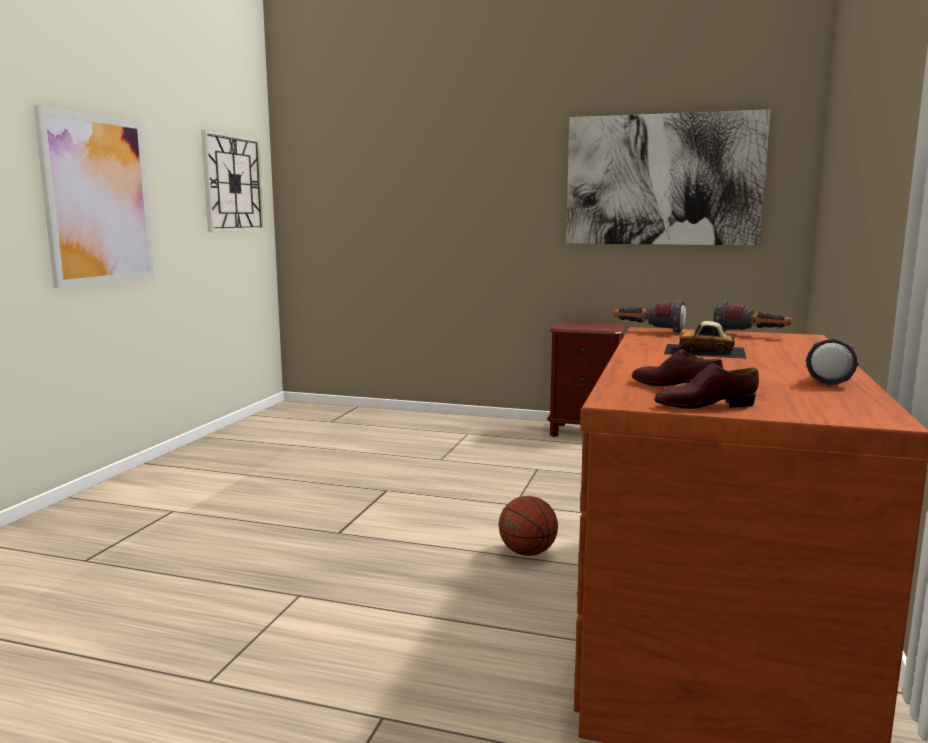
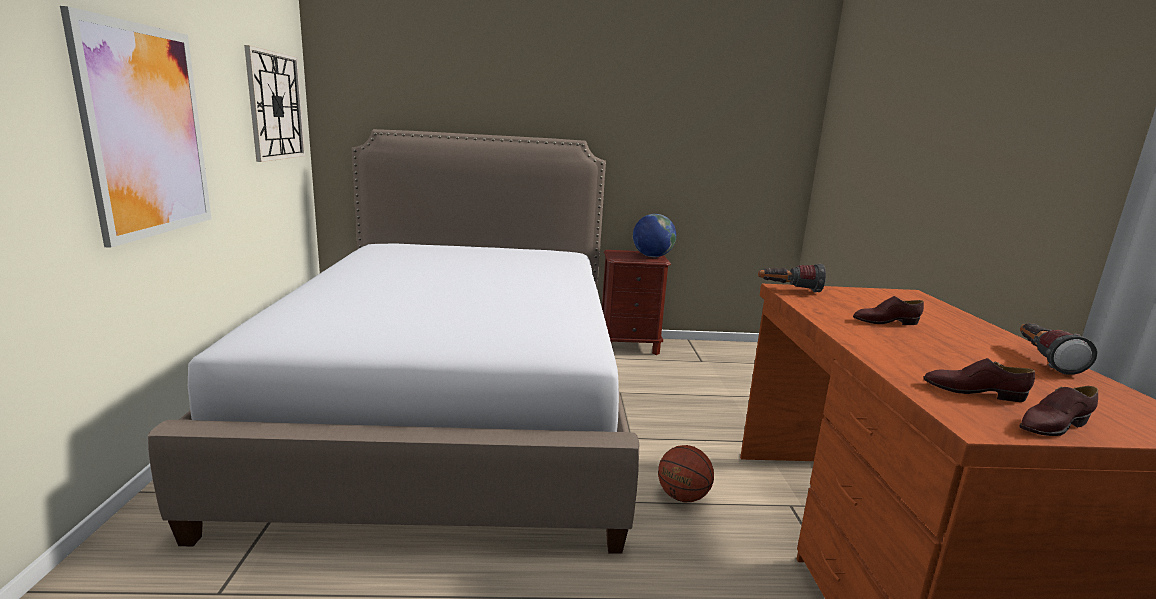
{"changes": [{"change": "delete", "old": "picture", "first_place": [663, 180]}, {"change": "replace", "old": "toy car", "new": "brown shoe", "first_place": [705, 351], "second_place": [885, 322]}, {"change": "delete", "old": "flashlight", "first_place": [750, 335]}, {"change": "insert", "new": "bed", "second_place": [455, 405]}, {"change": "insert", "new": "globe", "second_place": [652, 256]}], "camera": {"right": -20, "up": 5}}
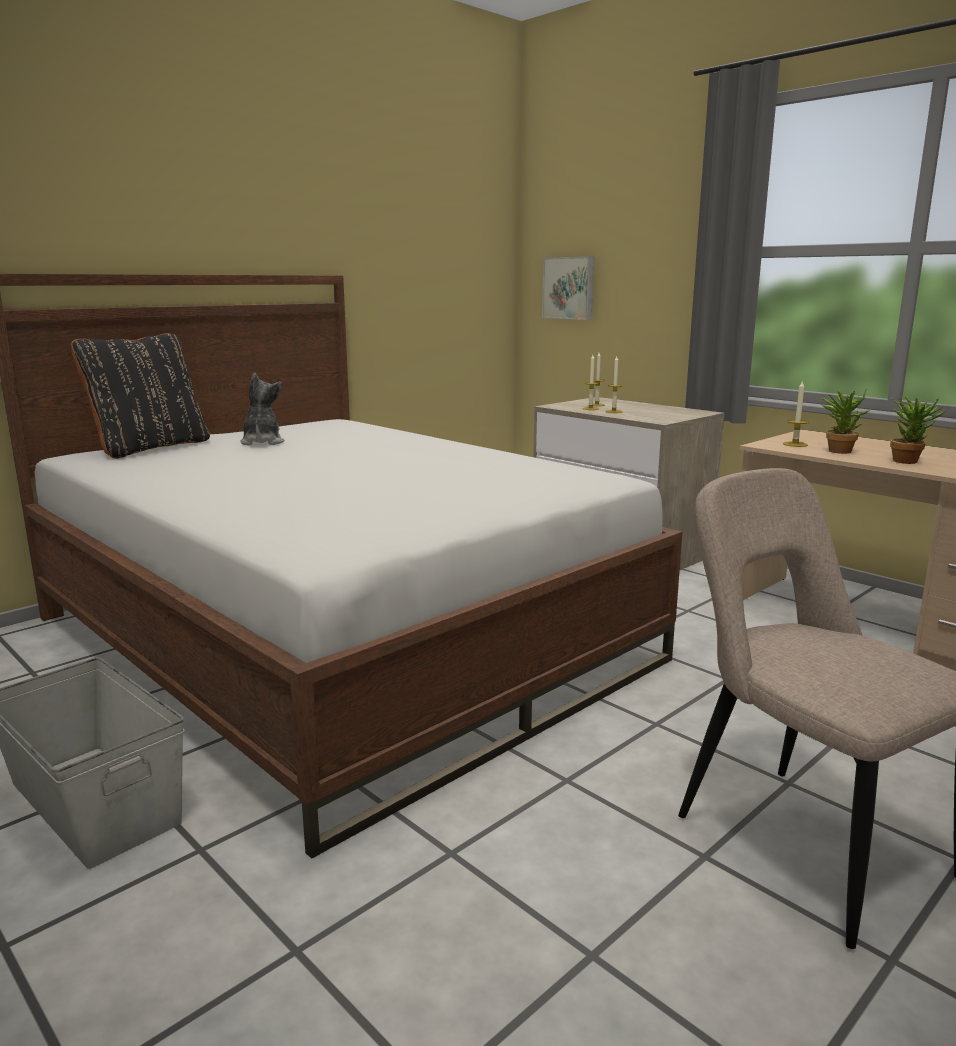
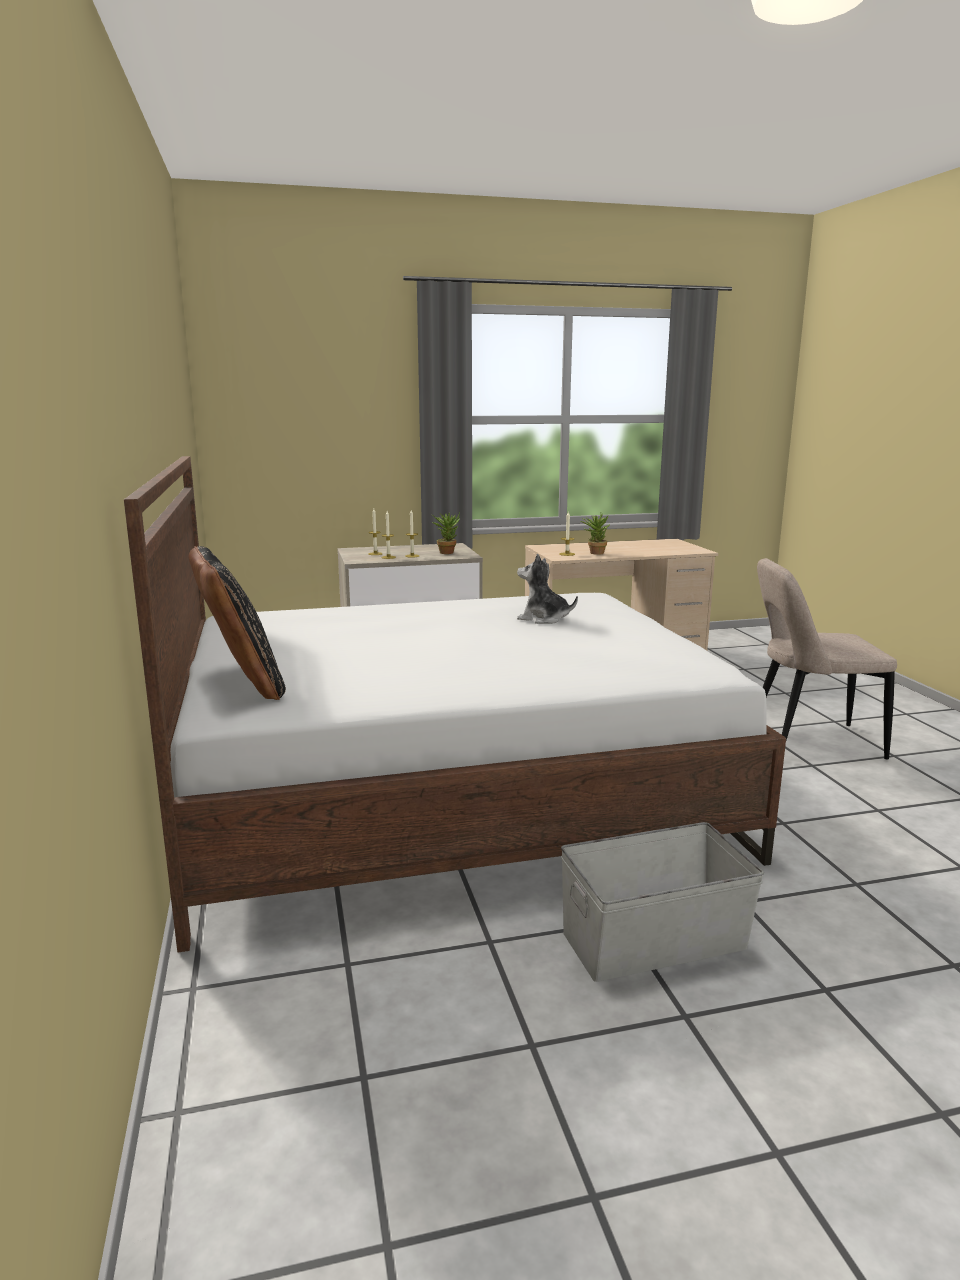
{"changes": [{"change": "move", "old": "plush toy", "first_place": [262, 442], "second_place": [543, 619]}, {"change": "delete", "old": "picture", "first_place": [569, 288]}, {"change": "move", "old": "potted plant", "first_place": [909, 461], "second_place": [447, 552]}], "camera": {"right": -60, "up": 0}}
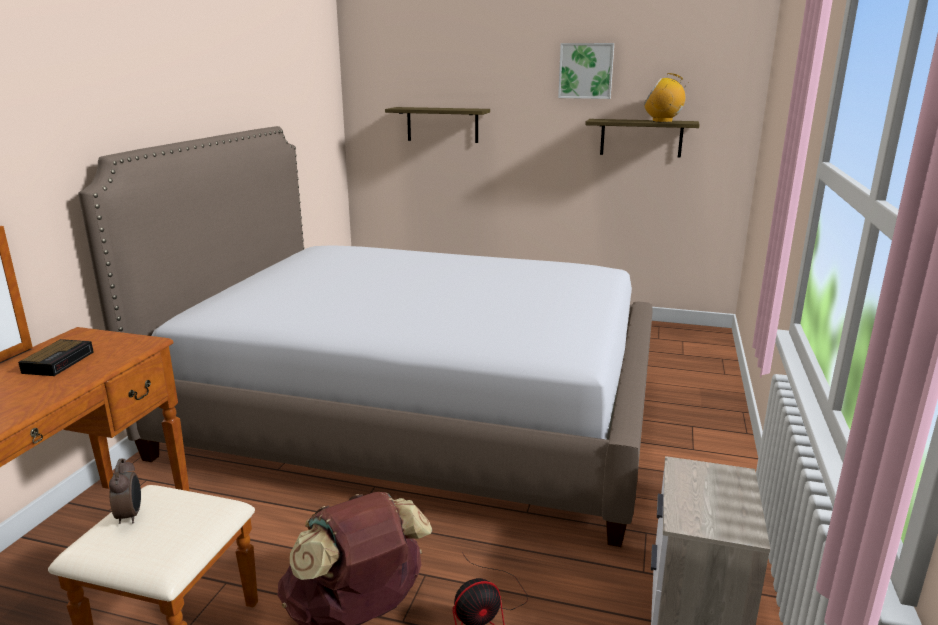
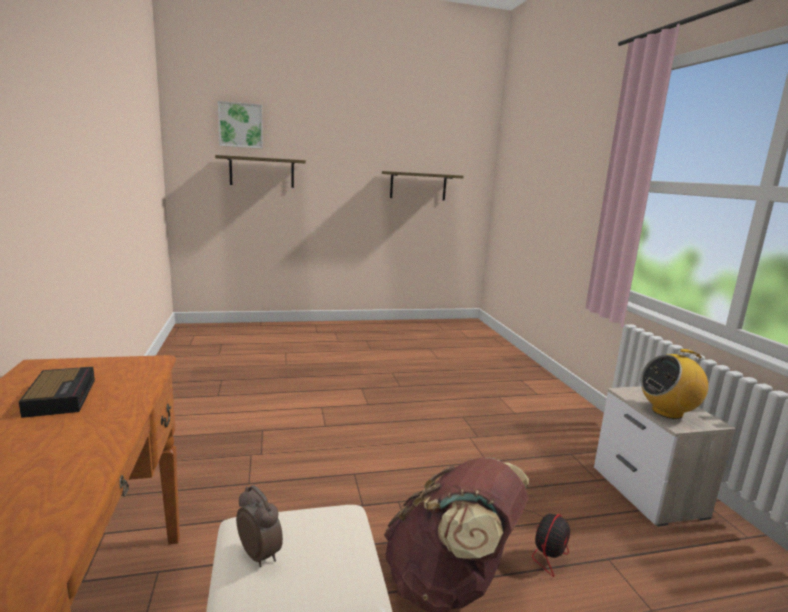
{"changes": [{"change": "delete", "old": "bed", "first_place": [417, 413]}, {"change": "move", "old": "picture", "first_place": [586, 71], "second_place": [241, 125]}, {"change": "move", "old": "radio", "first_place": [662, 121], "second_place": [667, 412]}], "camera": {"right": -30, "up": -5}}
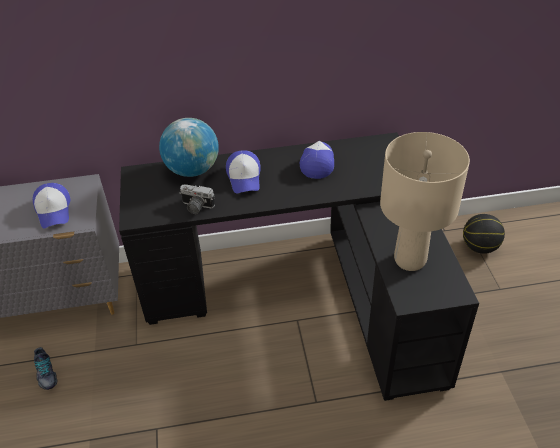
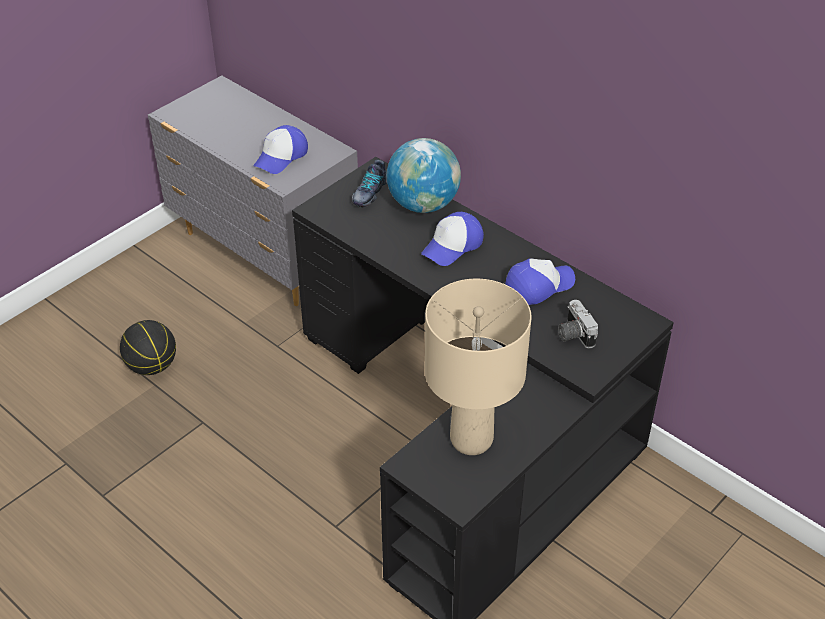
{"changes": [{"change": "move", "old": "shoe", "first_place": [46, 373], "second_place": [369, 192]}, {"change": "move", "old": "photo camera", "first_place": [196, 207], "second_place": [573, 334]}, {"change": "move", "old": "basketball", "first_place": [480, 247], "second_place": [152, 366]}], "camera": {"right": 50, "up": 0}}
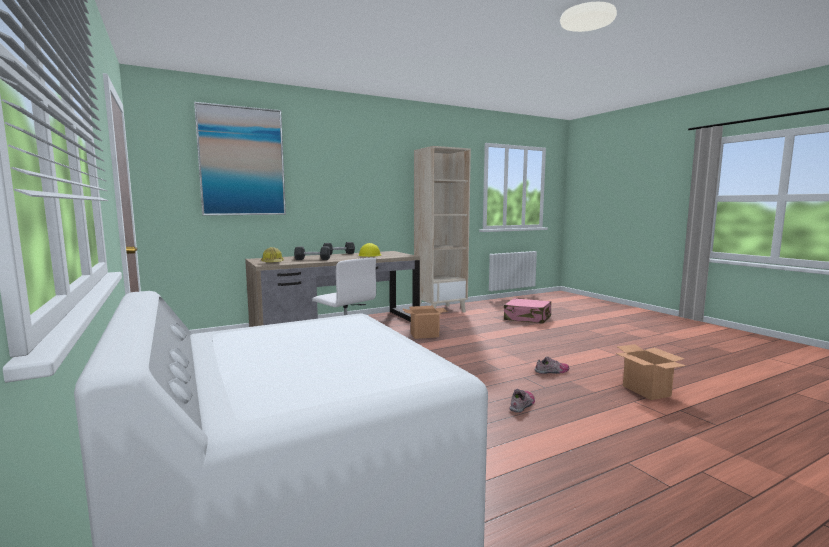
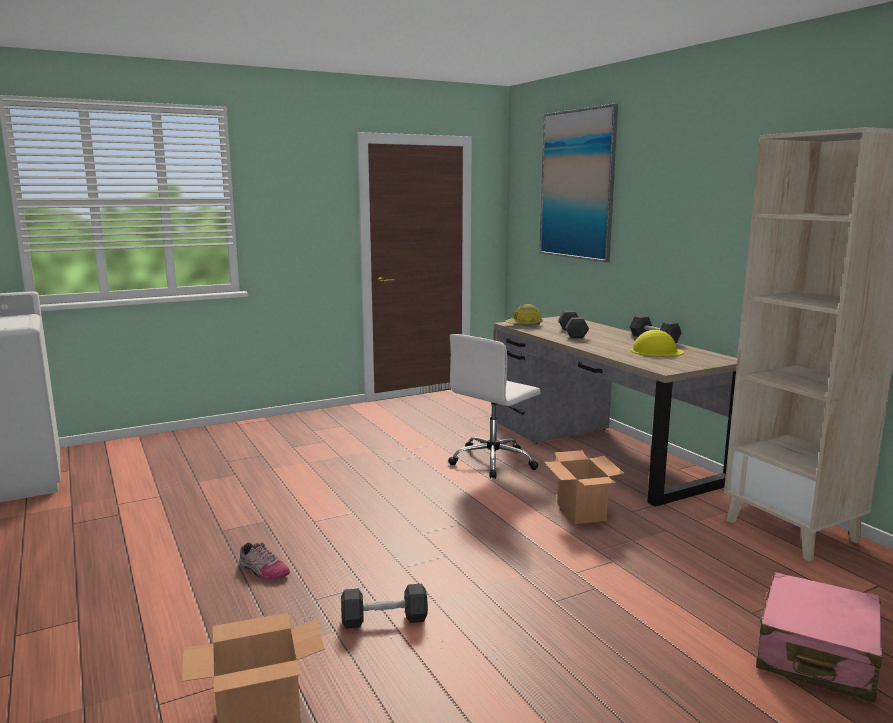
{"changes": [{"change": "replace", "old": "shoe", "new": "black dumbbell", "first_place": [552, 371], "second_place": [384, 619]}], "camera": {"right": 90, "up": 5}}
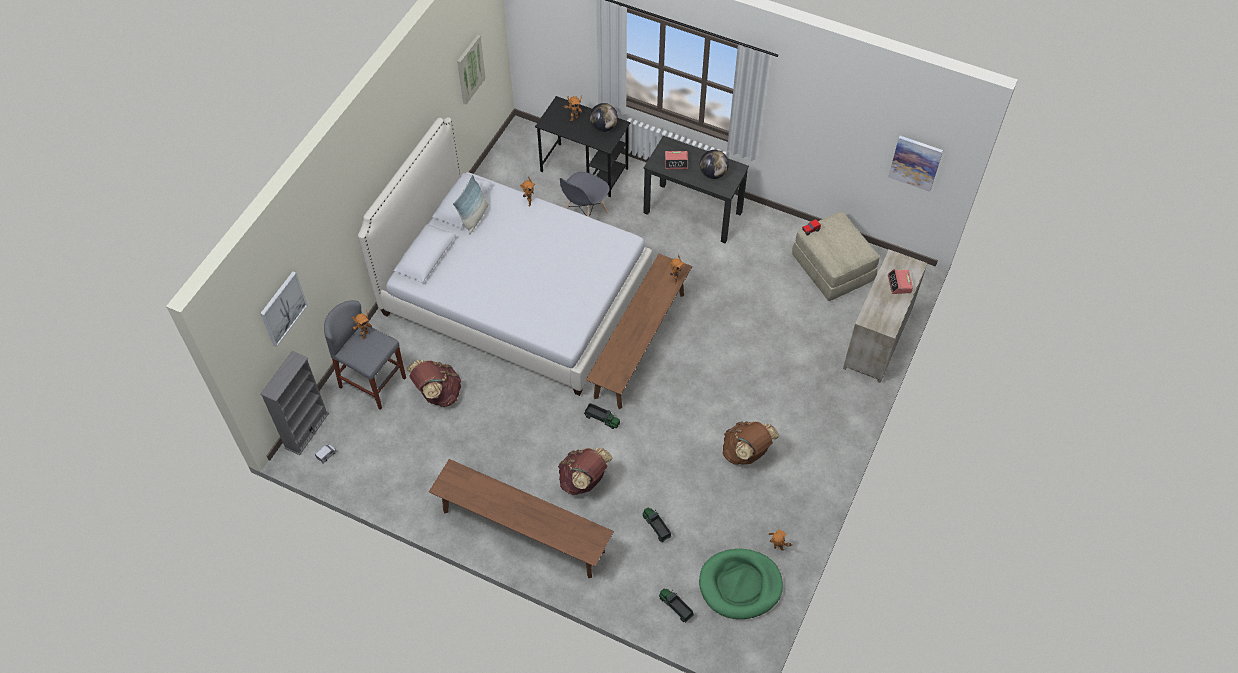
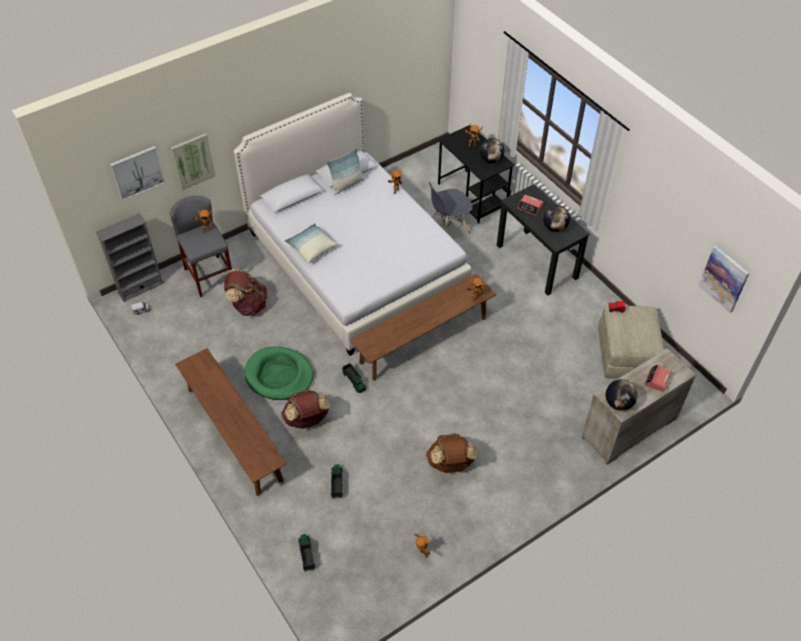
{"changes": [{"change": "move", "old": "picture", "first_place": [470, 69], "second_place": [193, 161]}, {"change": "move", "old": "green dog bed", "first_place": [740, 585], "second_place": [279, 375]}, {"change": "insert", "new": "pillow", "second_place": [311, 248]}, {"change": "insert", "new": "globe", "second_place": [618, 403]}], "camera": {"right": 30, "up": -5}}
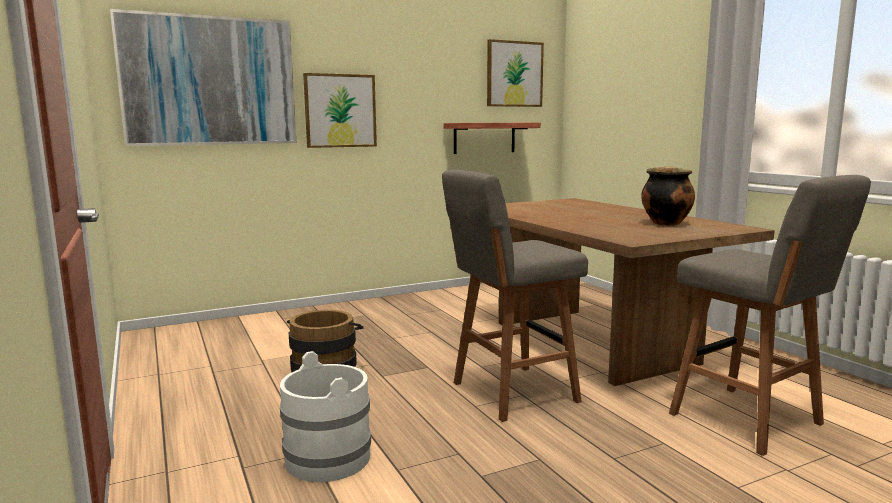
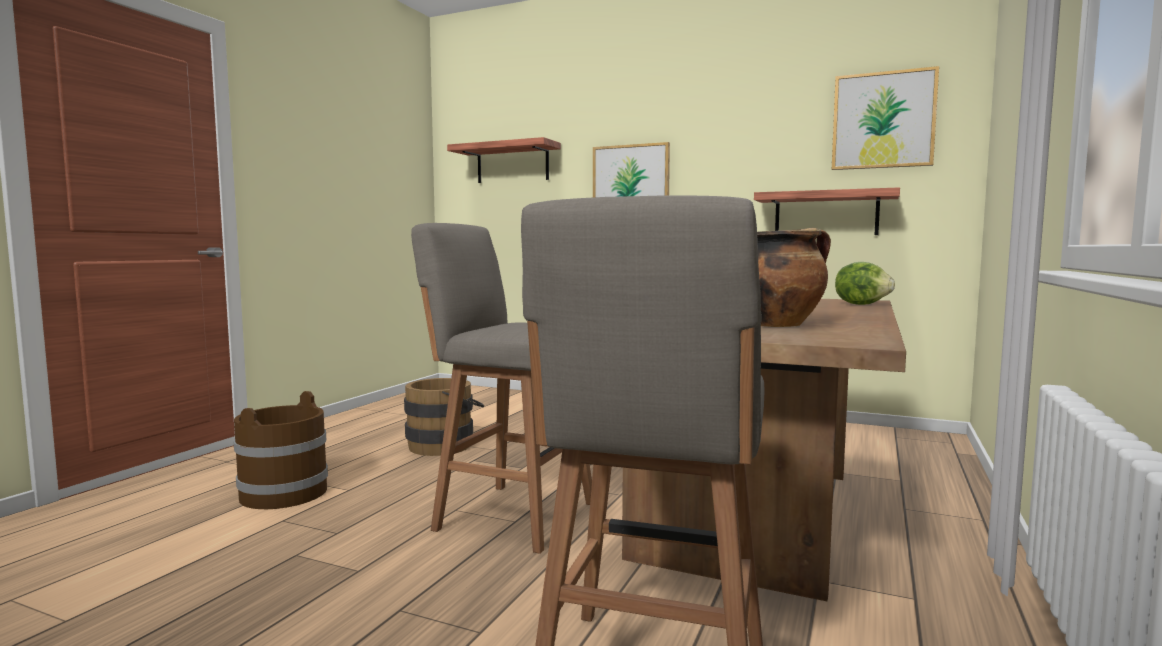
{"changes": [{"change": "replace", "old": "picture", "new": "shelf", "first_place": [209, 81], "second_place": [512, 163]}, {"change": "recolor", "old": "white bucket", "new": "brown bucket", "first_place": [327, 458], "second_place": [284, 493]}, {"change": "insert", "new": "lettuce", "second_place": [862, 304]}], "camera": {"right": 50, "up": -5}}
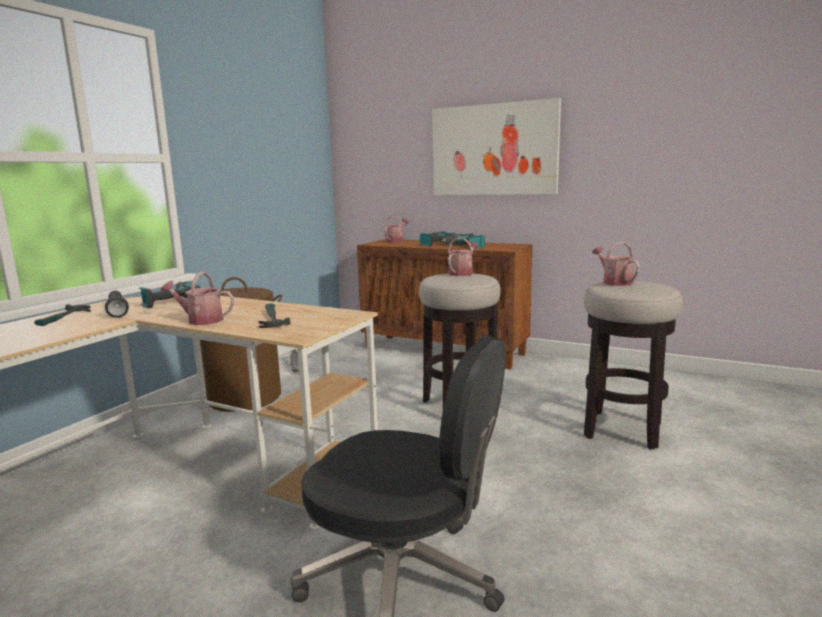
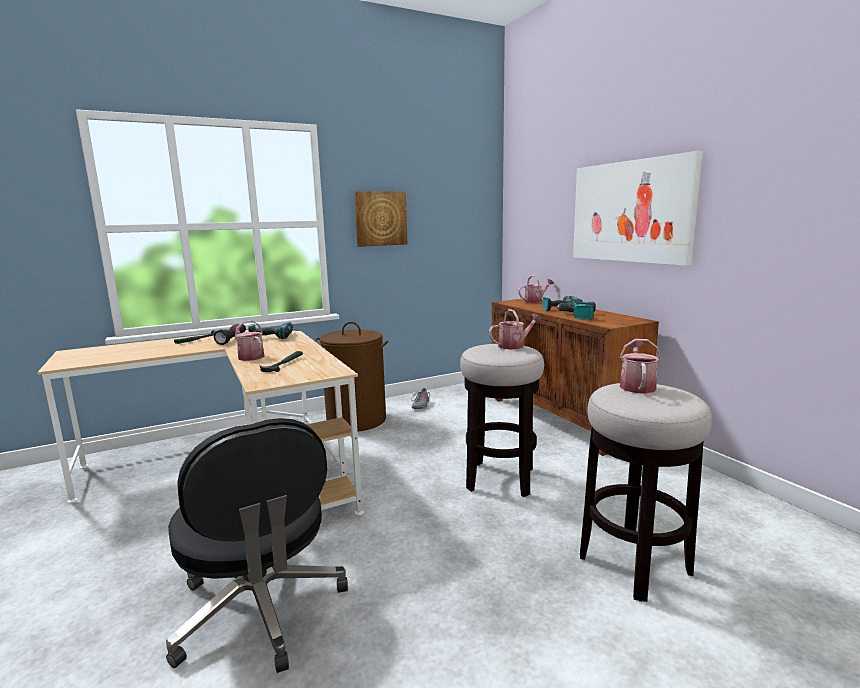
{"changes": [{"change": "insert", "new": "picture", "second_place": [380, 218]}], "camera": {"right": 35, "up": 0}}
